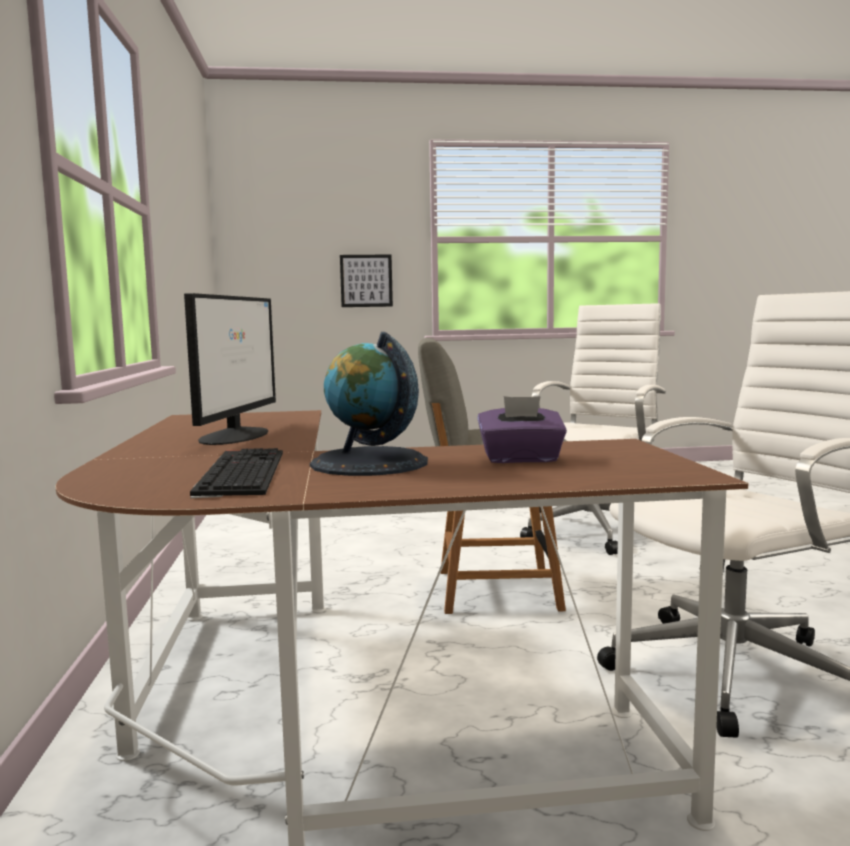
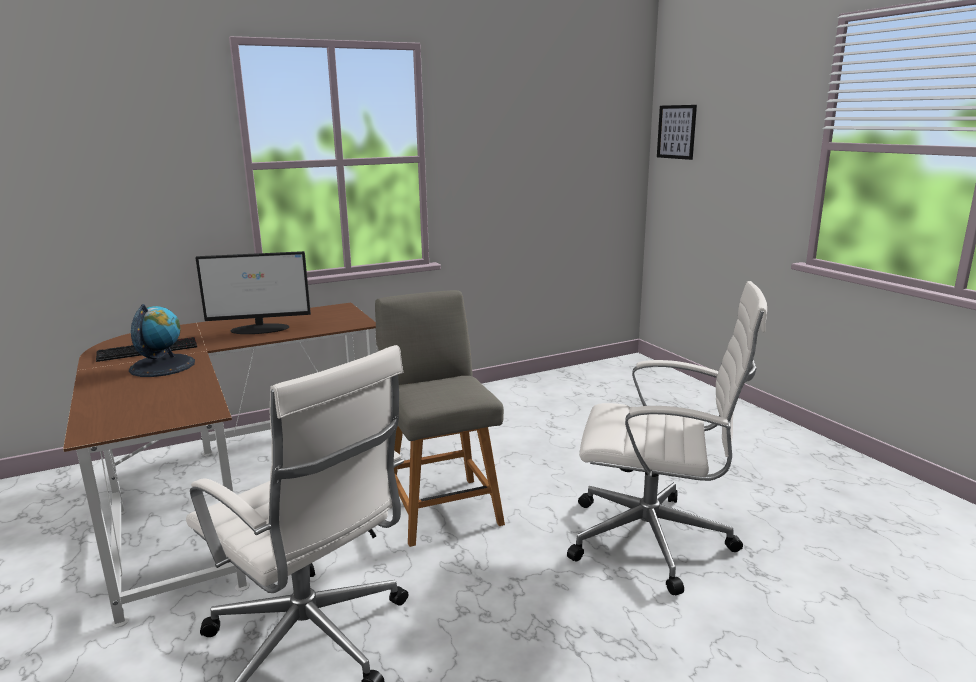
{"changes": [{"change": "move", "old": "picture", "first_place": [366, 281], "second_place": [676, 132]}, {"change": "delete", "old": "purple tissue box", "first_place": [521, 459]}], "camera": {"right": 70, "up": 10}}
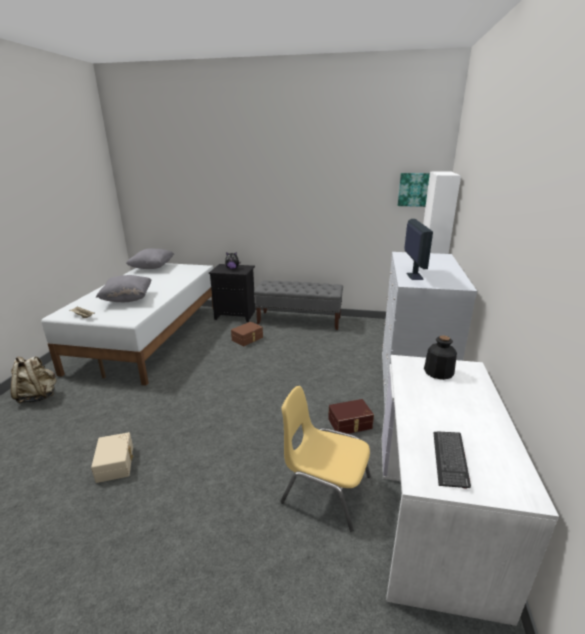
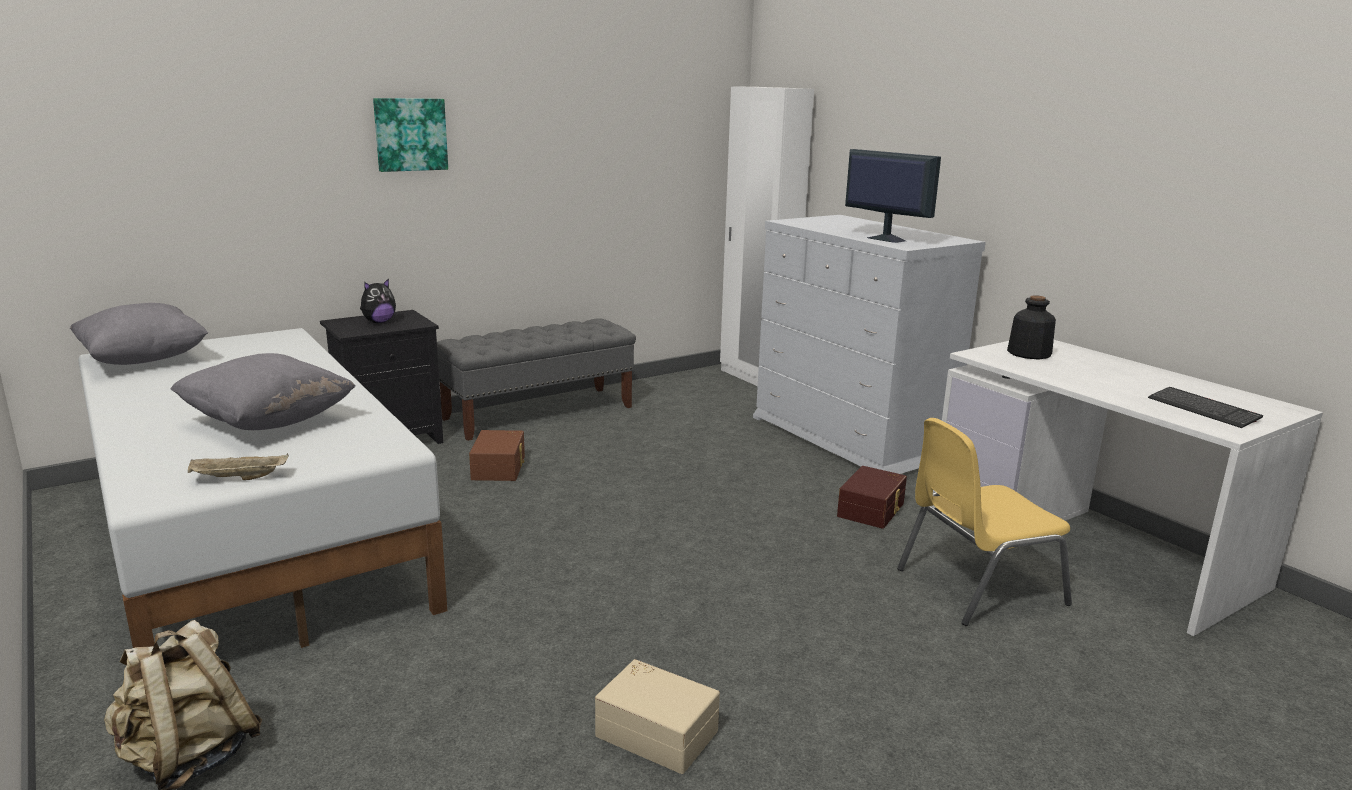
{"changes": [{"change": "move", "old": "picture", "first_place": [415, 189], "second_place": [410, 134]}], "camera": {"right": -45, "up": -5}}
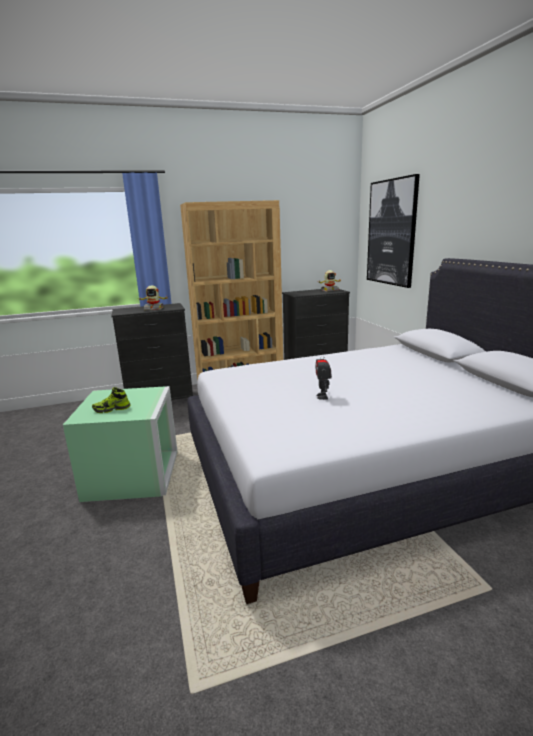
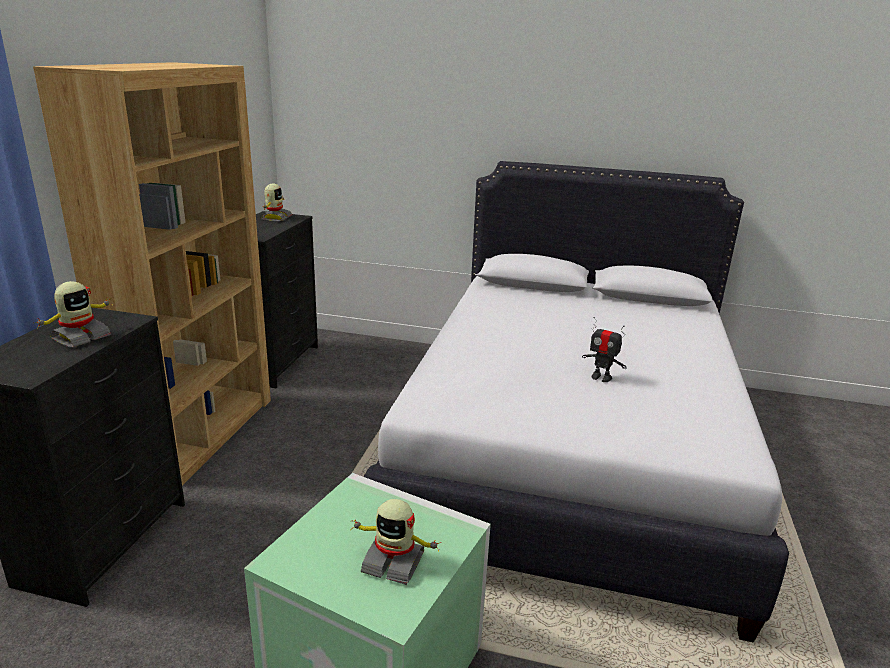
{"changes": [{"change": "replace", "old": "shoe", "new": "toy robot", "first_place": [112, 409], "second_place": [393, 561]}, {"change": "delete", "old": "picture", "first_place": [391, 233]}], "camera": {"right": -60, "up": 5}}
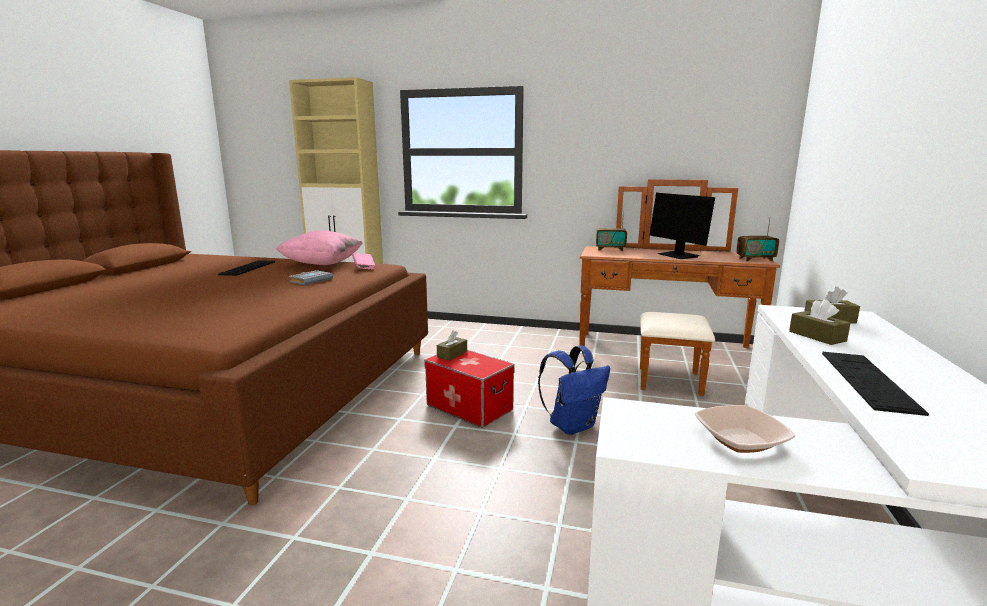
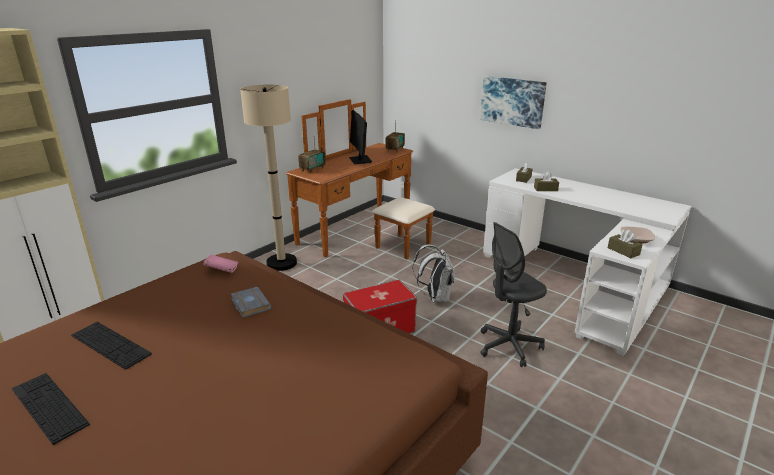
{"changes": [{"change": "delete", "old": "pink pillow", "first_place": [322, 264]}, {"change": "move", "old": "brown tissue box", "first_place": [452, 354], "second_place": [623, 251]}, {"change": "recolor", "old": "blue backpack", "new": "white backpack", "first_place": [572, 425], "second_place": [435, 297]}, {"change": "rotate", "old": "monitor", "first_place": [678, 255], "second_place": [360, 160], "degrees": 75}, {"change": "move", "old": "keyboard", "first_place": [868, 380], "second_place": [49, 406]}, {"change": "insert", "new": "beige floor lamp", "second_place": [281, 263]}, {"change": "insert", "new": "picture", "second_place": [512, 101]}, {"change": "insert", "new": "grey office chair", "second_place": [509, 346]}], "camera": {"right": -65, "up": 10}}
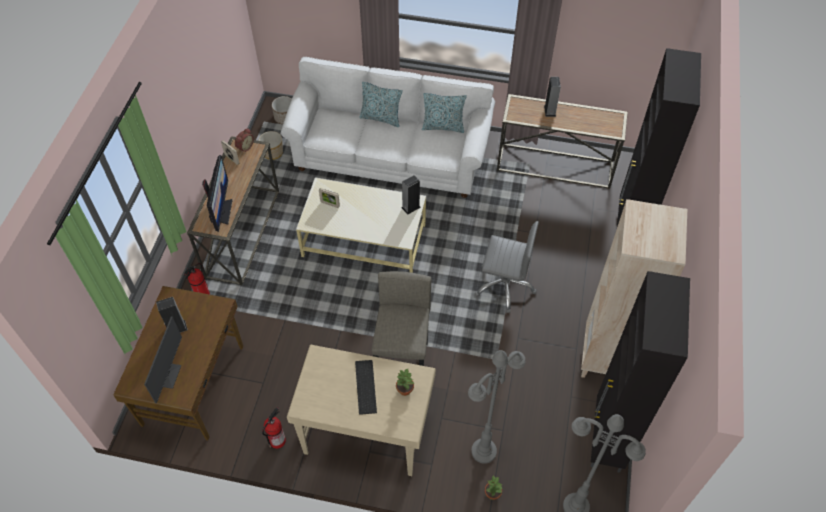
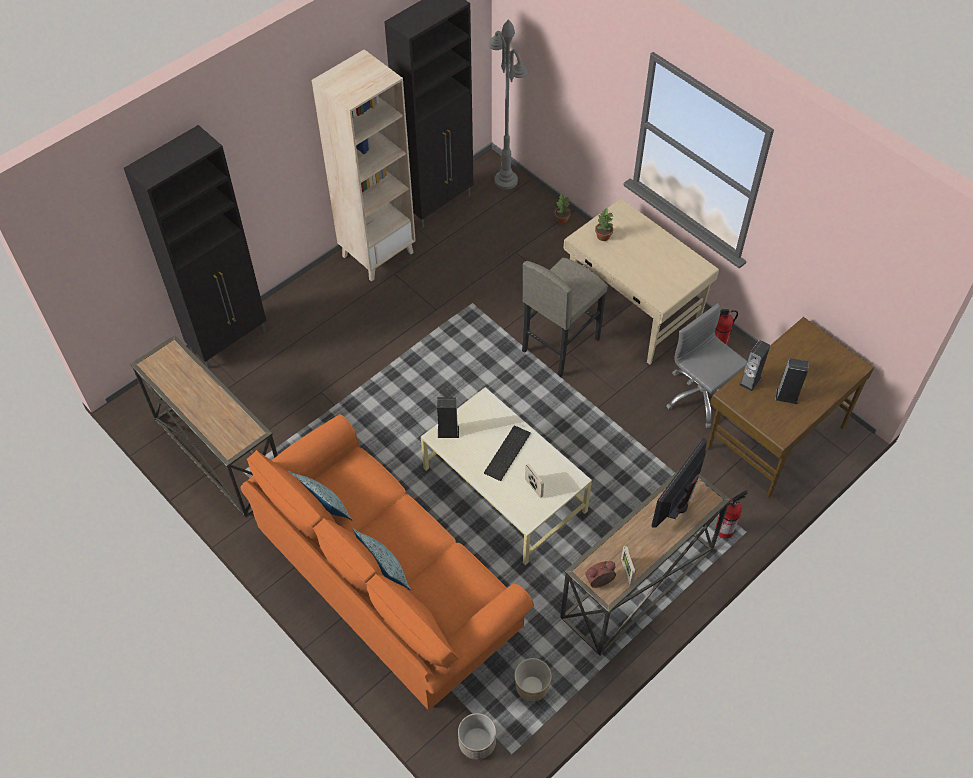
{"changes": [{"change": "delete", "old": "monitor", "first_place": [168, 375]}, {"change": "recolor", "old": "white sofa", "new": "orange sofa", "first_place": [390, 157], "second_place": [389, 582]}, {"change": "move", "old": "keyboard", "first_place": [364, 386], "second_place": [508, 454]}, {"change": "delete", "old": "grey floor lamp", "first_place": [483, 451]}, {"change": "move", "old": "grey office chair", "first_place": [504, 285], "second_place": [700, 396]}, {"change": "move", "old": "speaker", "first_place": [550, 111], "second_place": [750, 381]}], "camera": {"right": -145, "up": 0}}
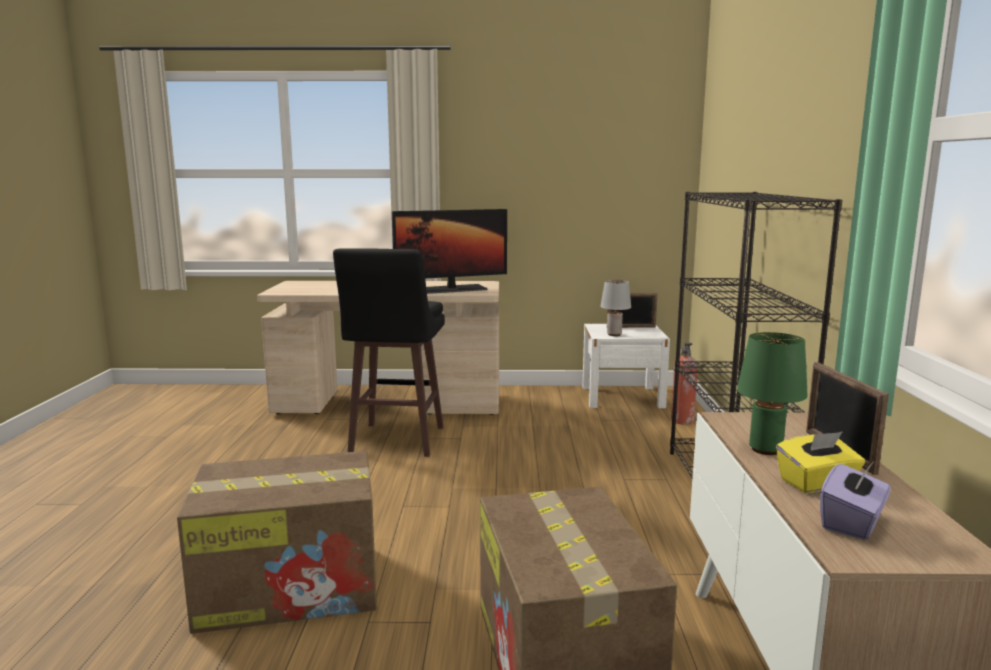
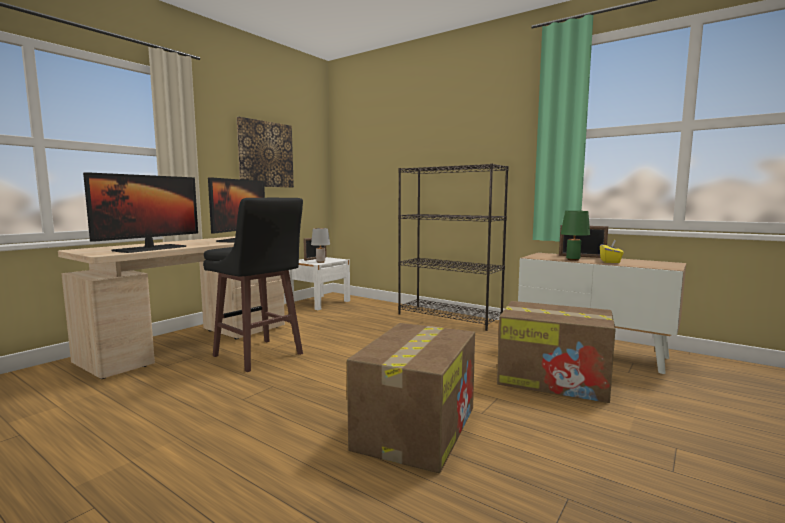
{"changes": [{"change": "delete", "old": "fire extinguisher", "first_place": [682, 421]}, {"change": "delete", "old": "purple tissue box", "first_place": [852, 523]}, {"change": "insert", "new": "monitor", "second_place": [150, 249]}, {"change": "insert", "new": "picture", "second_place": [265, 154]}], "camera": {"right": -55, "up": -5}}
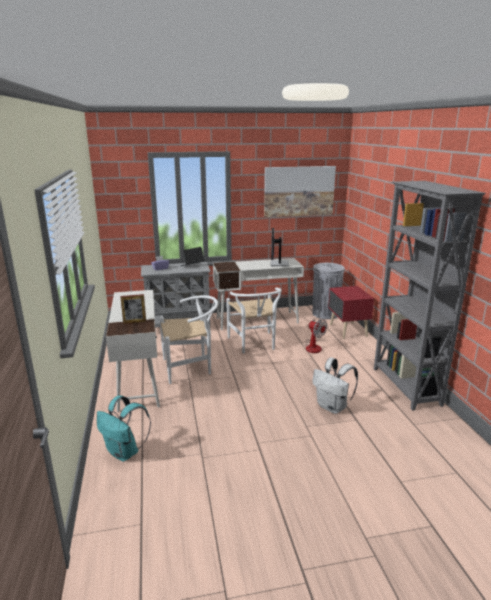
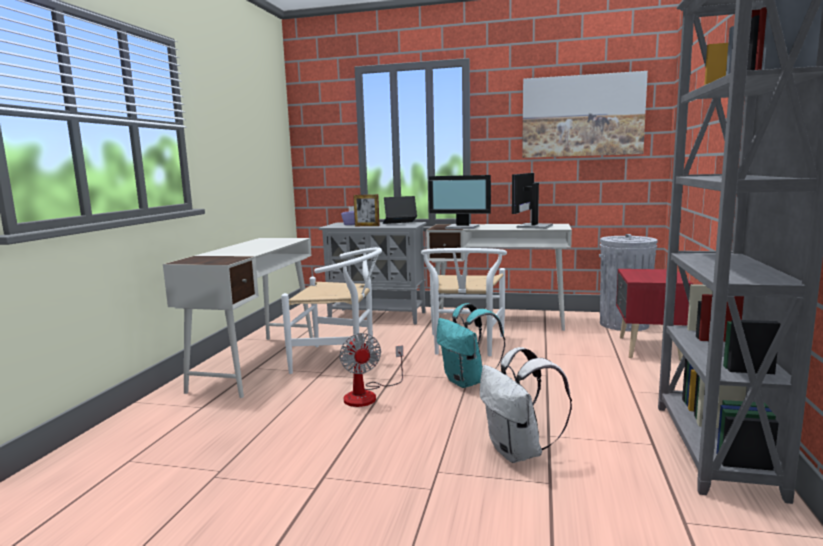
{"changes": [{"change": "move", "old": "turquoise backpack", "first_place": [125, 452], "second_place": [467, 382]}, {"change": "move", "old": "picture frame", "first_place": [134, 322], "second_place": [367, 226]}, {"change": "move", "old": "fan", "first_place": [313, 346], "second_place": [368, 395]}, {"change": "insert", "new": "monitor", "second_place": [462, 227]}], "camera": {"right": 25, "up": -10}}
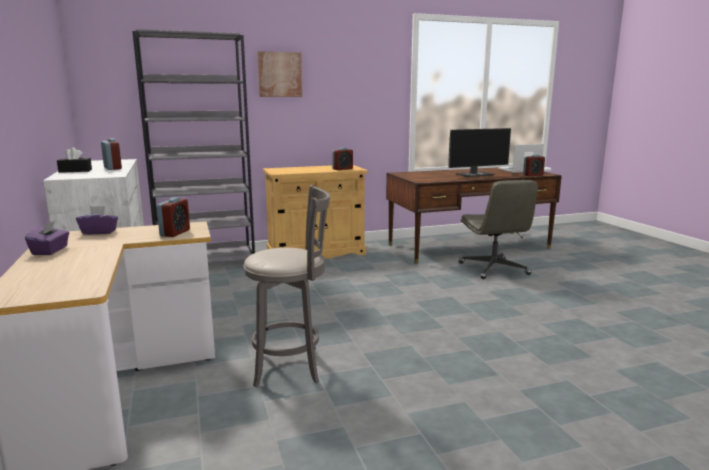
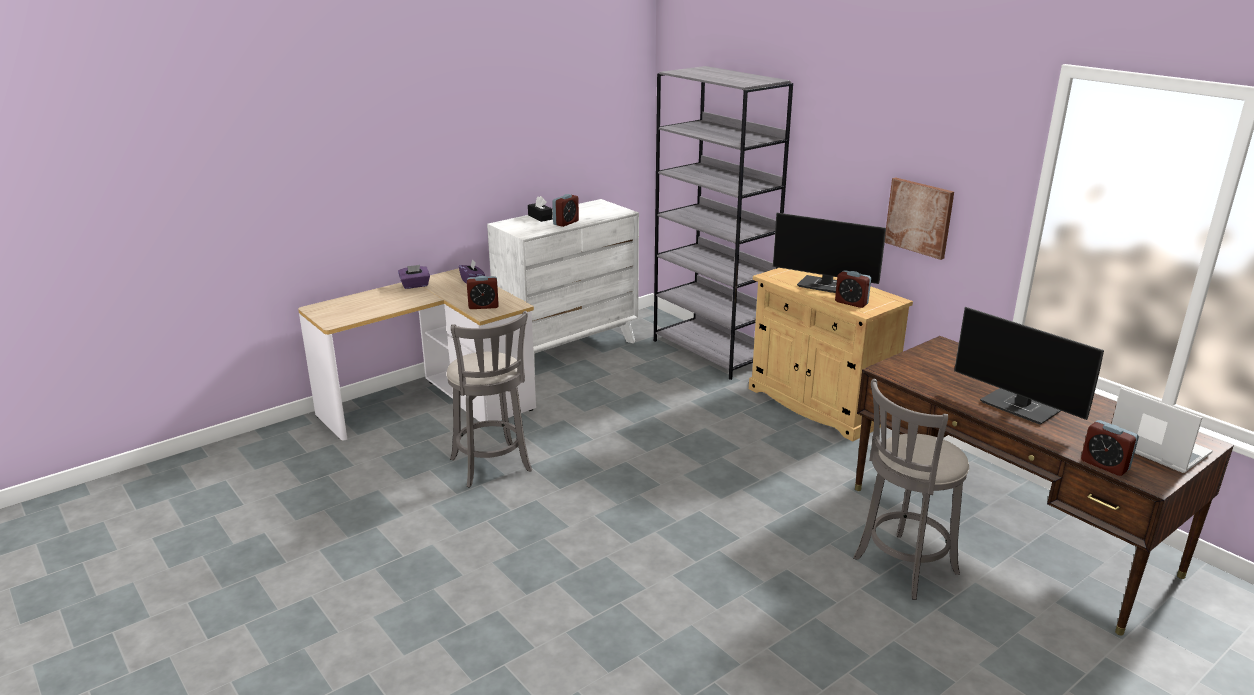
{"changes": [{"change": "move", "old": "picture", "first_place": [279, 74], "second_place": [919, 217]}, {"change": "replace", "old": "grey office chair", "new": "grey stool", "first_place": [494, 269], "second_place": [901, 567]}, {"change": "insert", "new": "monitor", "second_place": [827, 286]}], "camera": {"right": 70, "up": 10}}
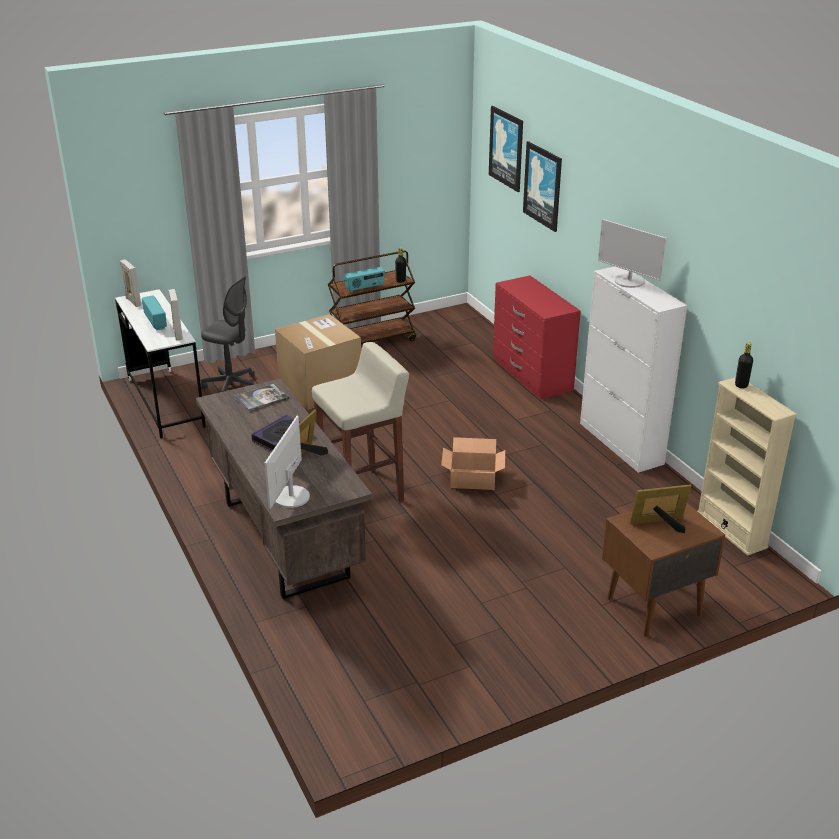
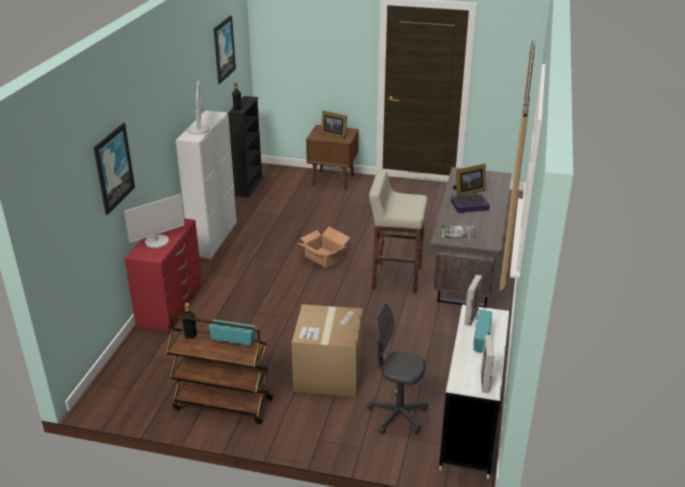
{"changes": [{"change": "rotate", "old": "grey office chair", "first_place": [231, 386], "second_place": [397, 415], "degrees": -45}, {"change": "move", "old": "monitor", "first_place": [290, 497], "second_place": [157, 241]}, {"change": "move", "old": "picture", "first_place": [507, 148], "second_place": [223, 49]}, {"change": "recolor", "old": "beige bookcase", "new": "black bookcase", "first_place": [731, 530], "second_place": [248, 186]}], "camera": {"right": -140, "up": 0}}
